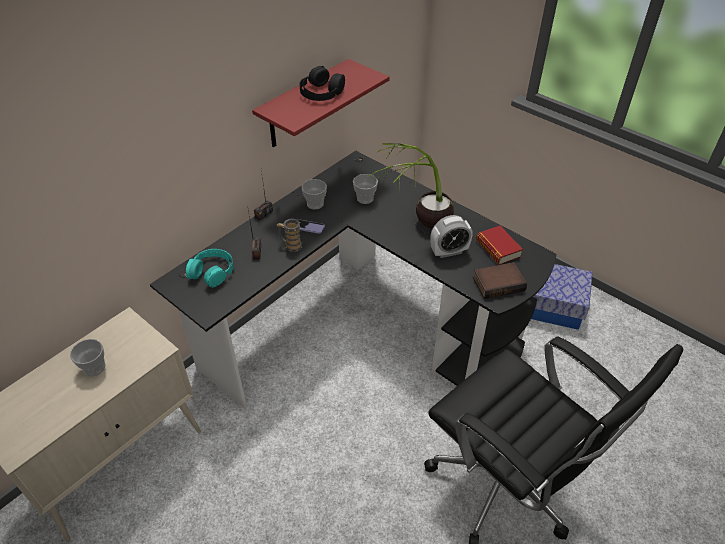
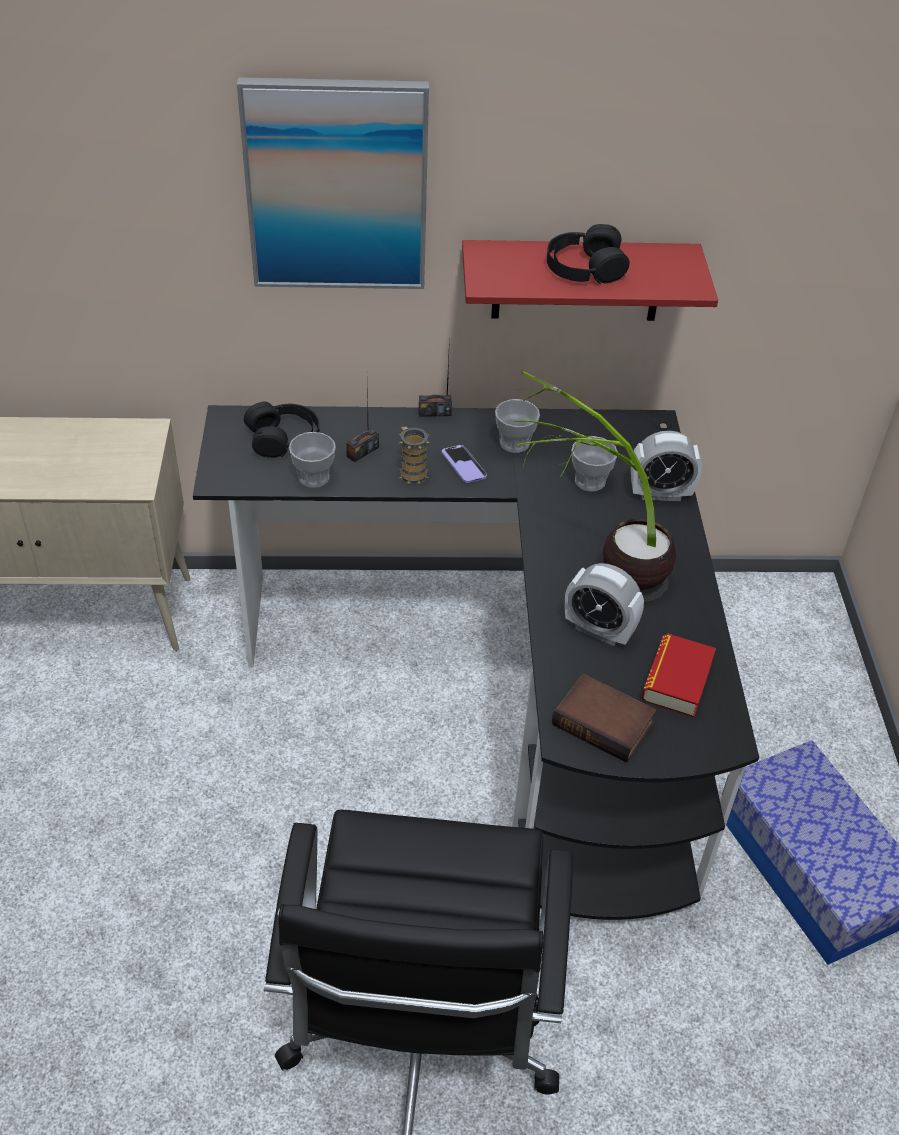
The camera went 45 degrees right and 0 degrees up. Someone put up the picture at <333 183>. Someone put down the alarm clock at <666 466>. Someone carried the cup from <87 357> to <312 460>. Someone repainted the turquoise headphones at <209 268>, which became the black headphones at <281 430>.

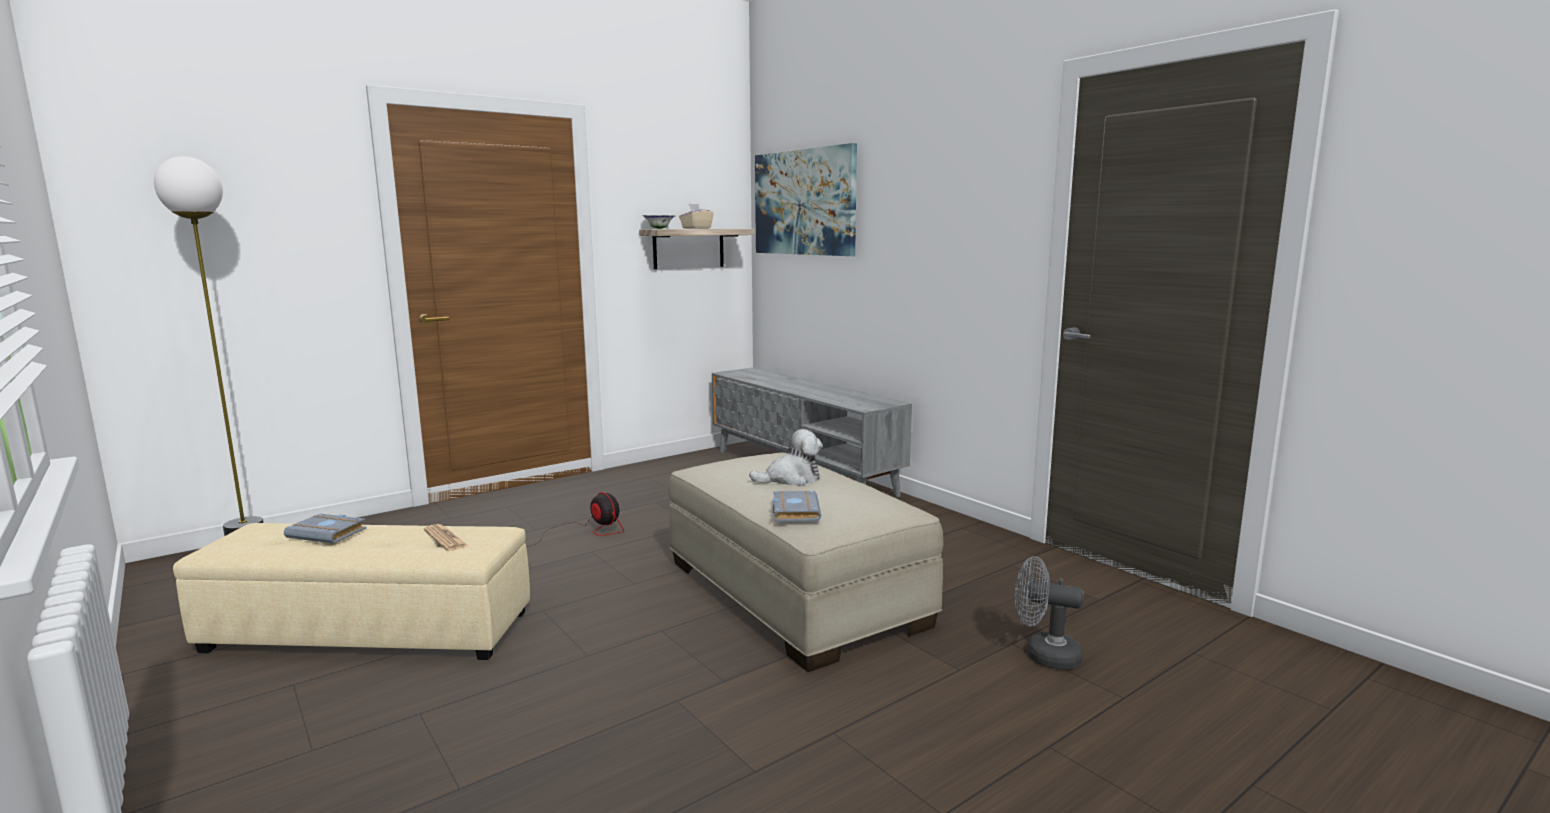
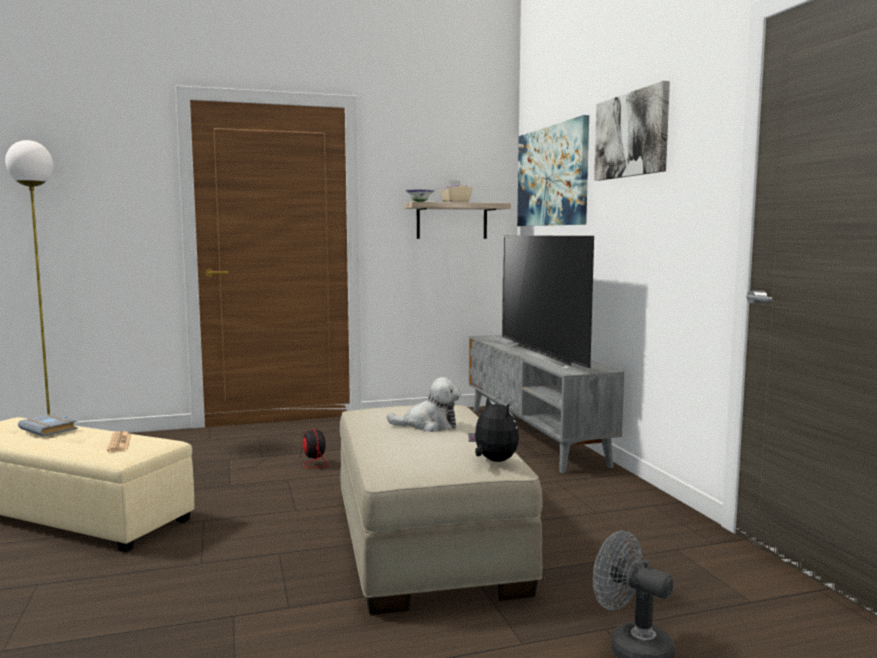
The camera went 20 degrees right and 5 degrees down. Someone took away the grey book at <797 506>. Someone put down the plush toy at <493 429>. Someone put down the television at <548 302>. Someone put up the picture at <632 131>.

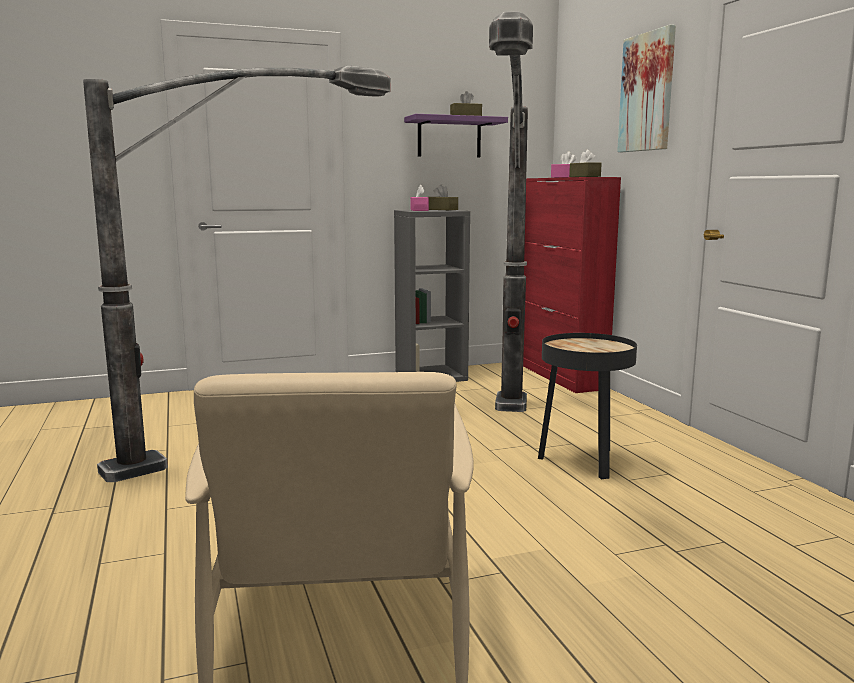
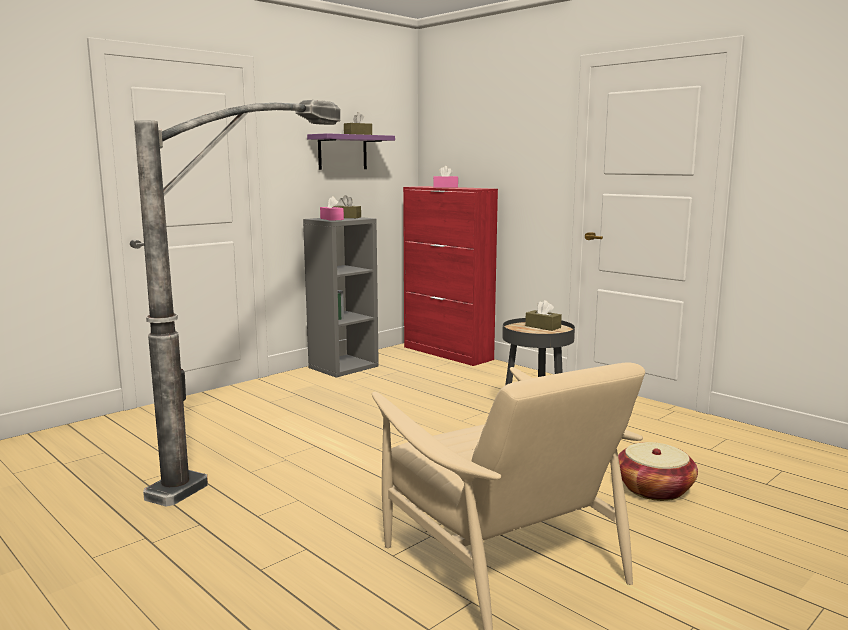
The camera went 25 degrees left and 0 degrees up. Someone took away the floor lamp at <511 211>. Someone took away the picture at <646 88>. Someone put down the basket at <658 471>. Someone carried the brown tissue box from <585 163> to <543 315>.

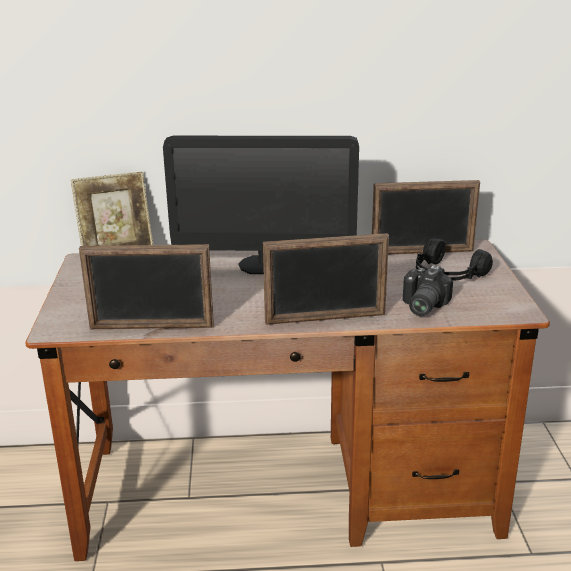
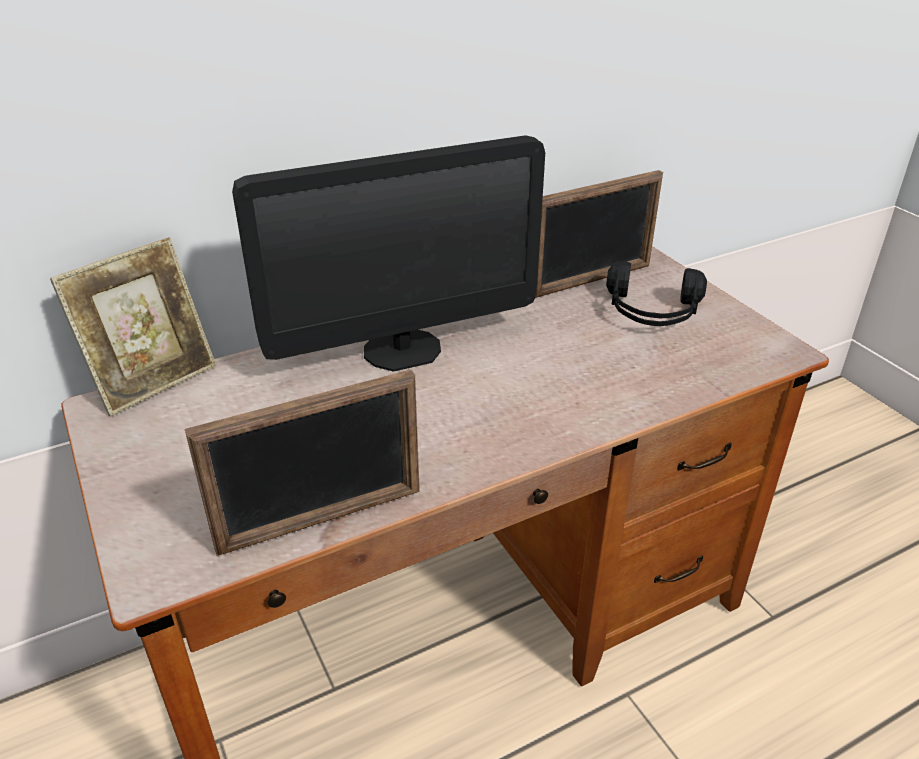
The camera went 25 degrees left and 10 degrees up. Someone took away the picture frame at <326 279>. Someone took away the photo camera at <428 290>.

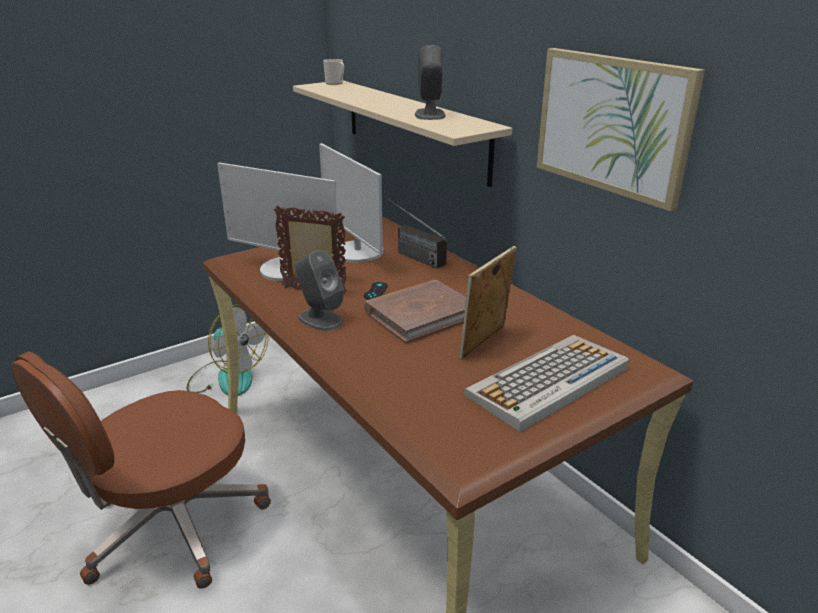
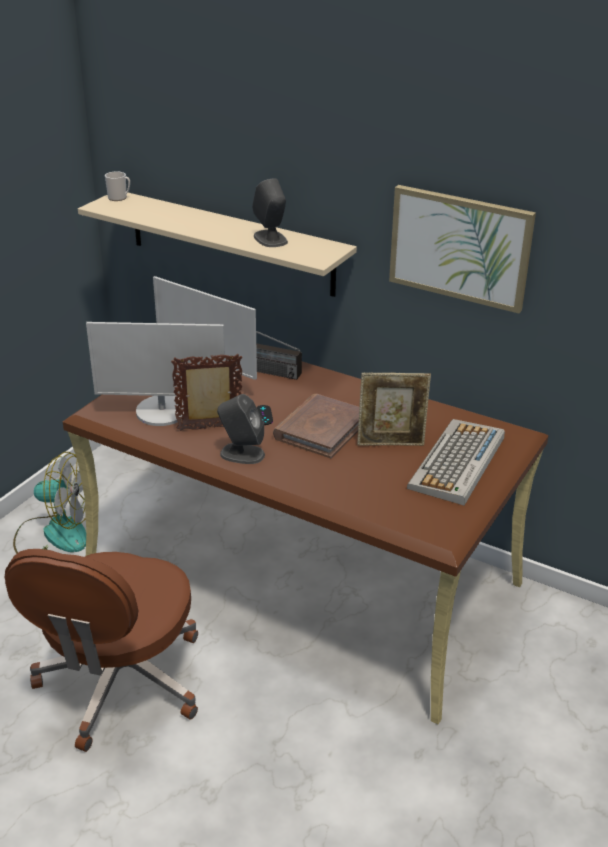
The camera went 25 degrees left and 5 degrees up. Someone rotated the picture frame at <487 303> by 105 degrees counterclockwise.

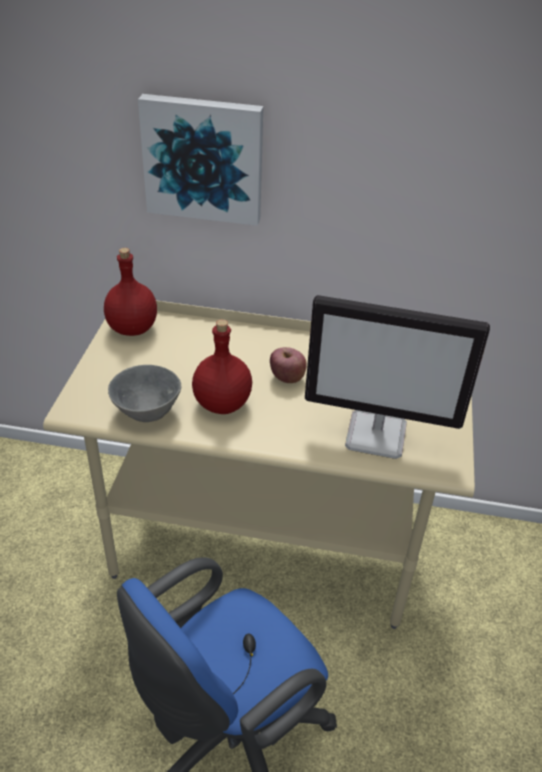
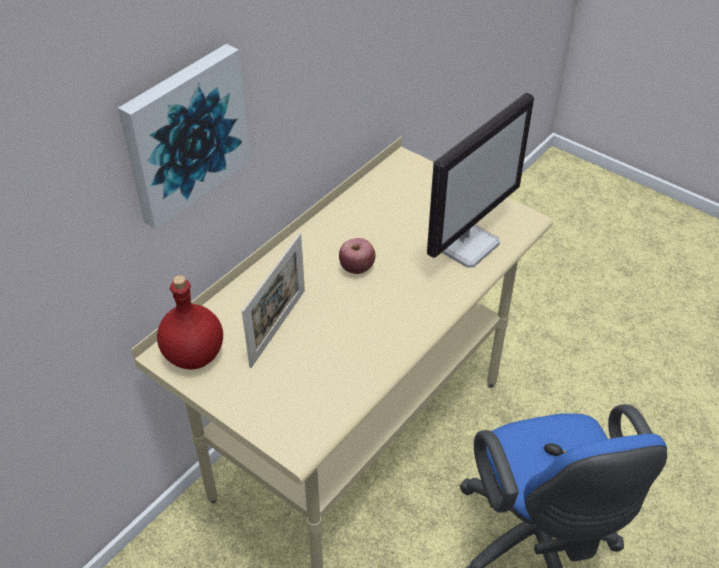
The camera went 60 degrees left and 5 degrees up. Someone took away the grey bowl at <144 393>. Someone took away the red bottle at <222 366>. Someone put down the picture frame at <273 300>.

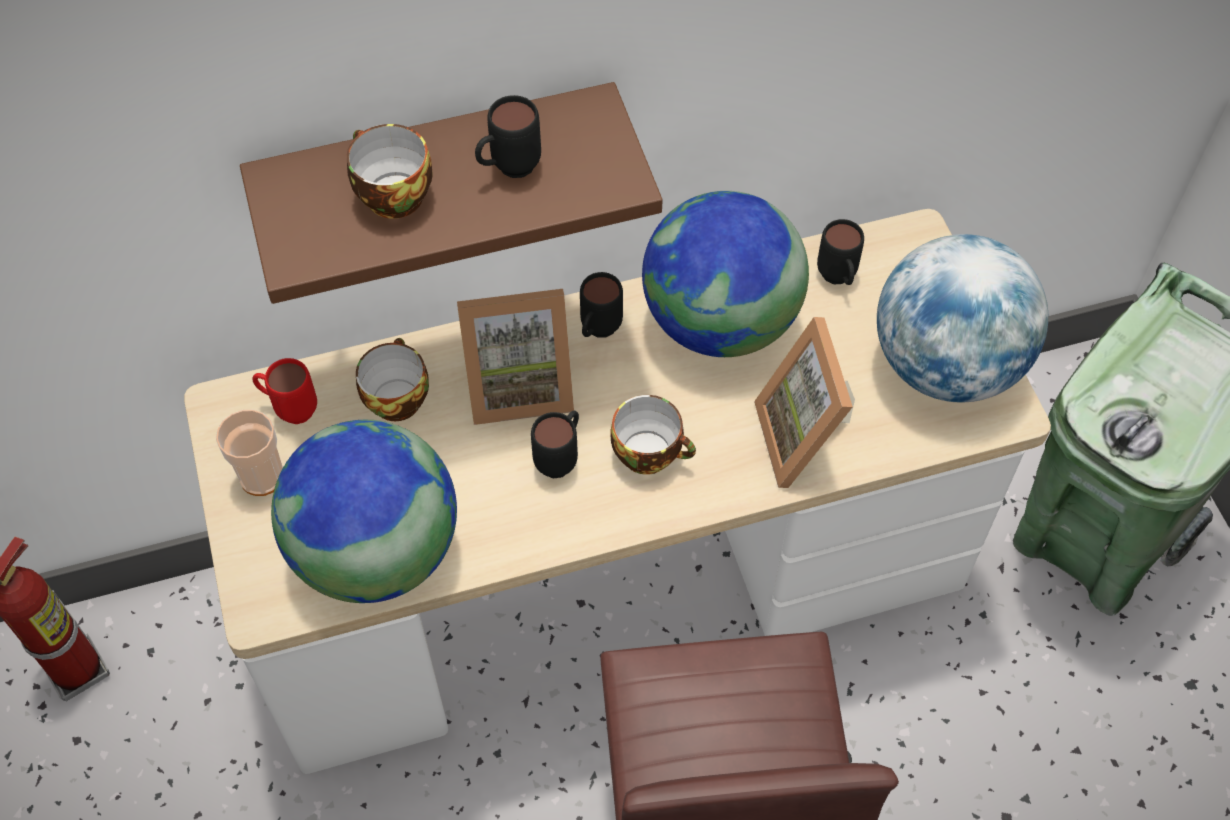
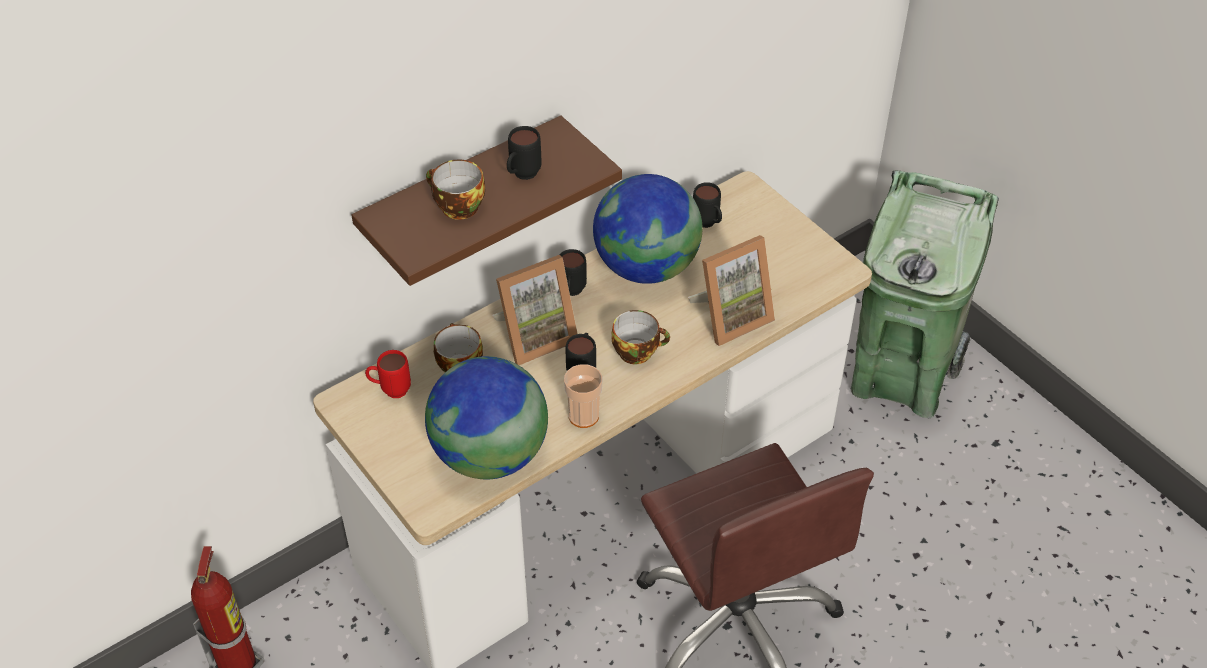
The camera went 20 degrees left and 10 degrees down. Someone took away the globe at <962 318>. Someone carried the cup from <249 453> to <583 396>. Someone rotated the picture frame at <804 402> by 90 degrees counterclockwise.

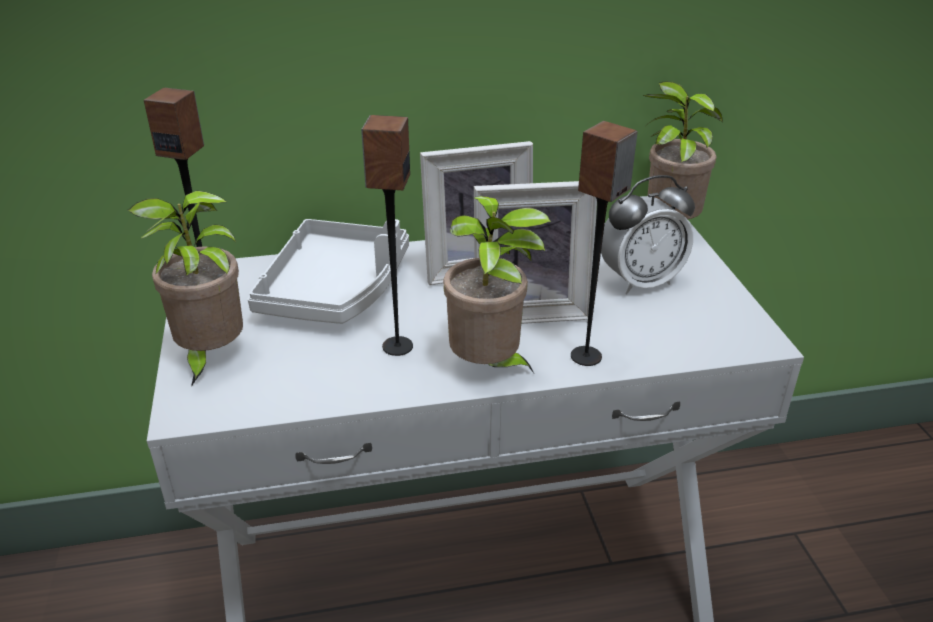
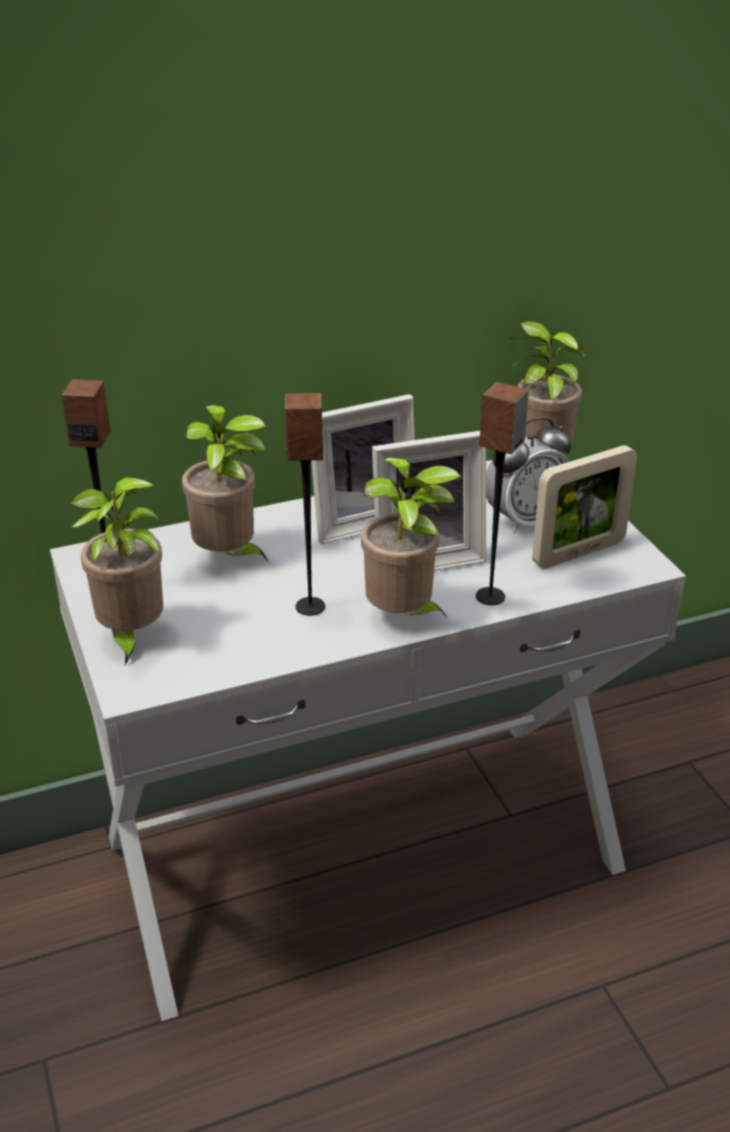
The camera went 10 degrees left and 0 degrees up. Someone put down the picture frame at <584 507>. Someone swapped the grey tray at <328 271> for the potted plant at <225 484>.

